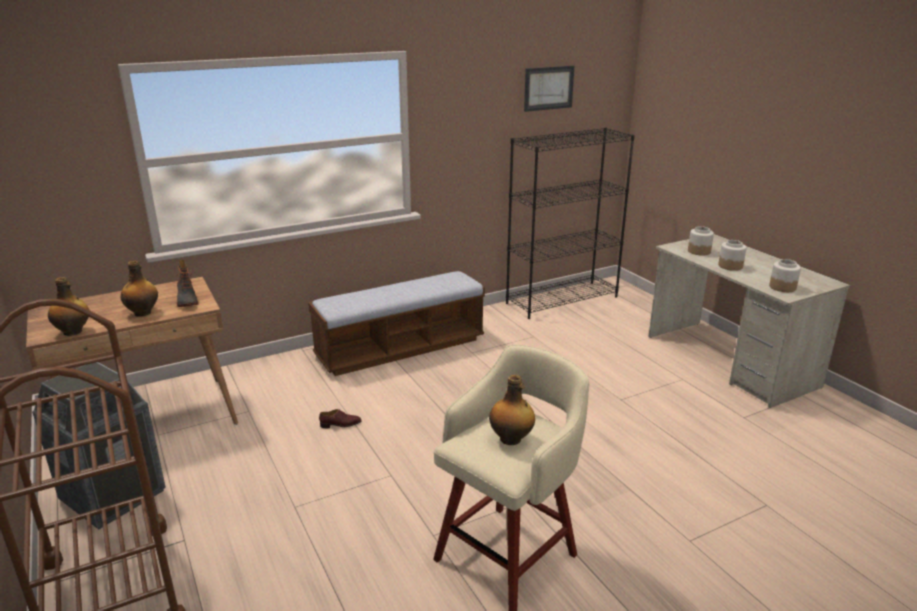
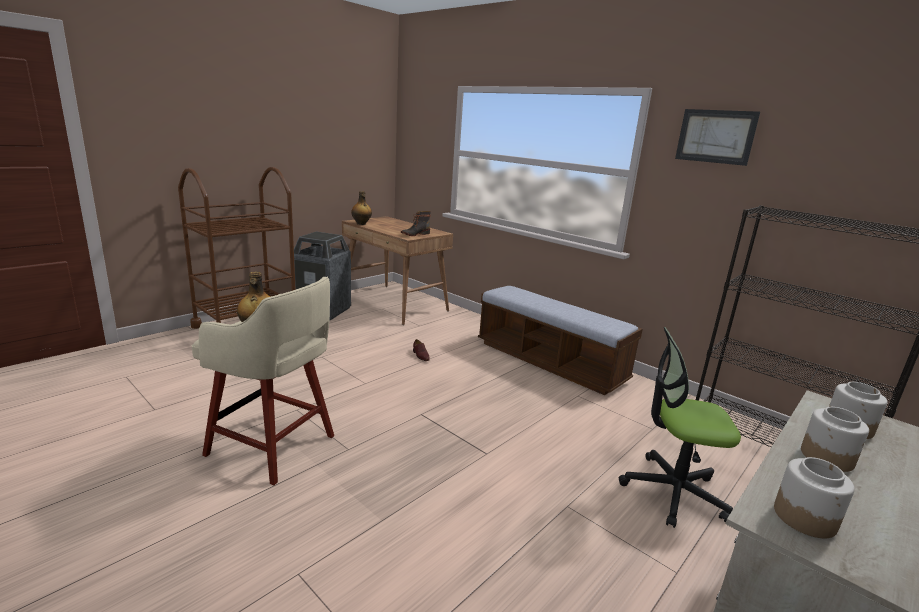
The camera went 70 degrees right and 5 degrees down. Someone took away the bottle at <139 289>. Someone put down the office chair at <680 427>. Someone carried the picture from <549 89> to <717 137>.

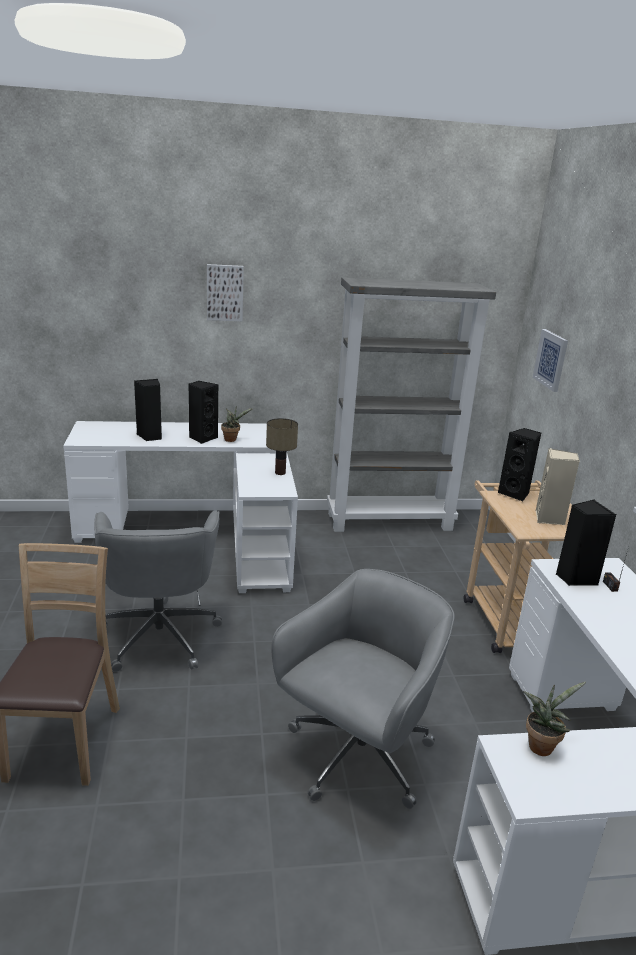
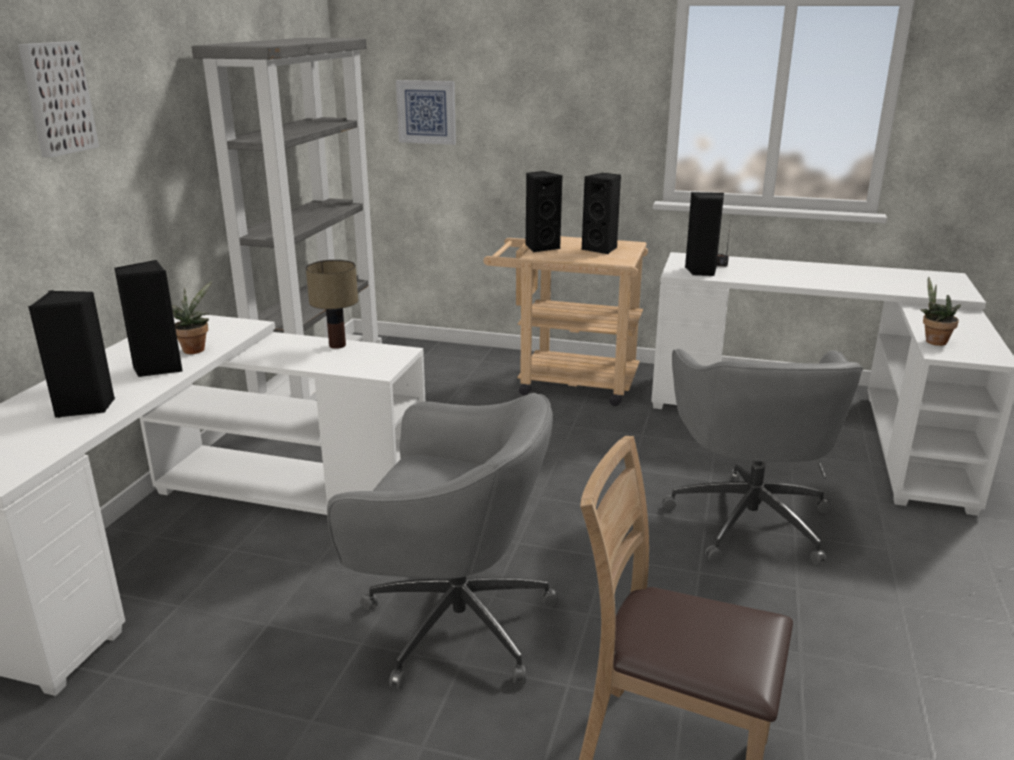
The camera went 65 degrees left and 0 degrees up. Someone repainted the beige speaker at <558 486>, which became the black speaker at <601 213>. Someone rotated the grey office chair at <363 689> by 150 degrees counterclockwise.

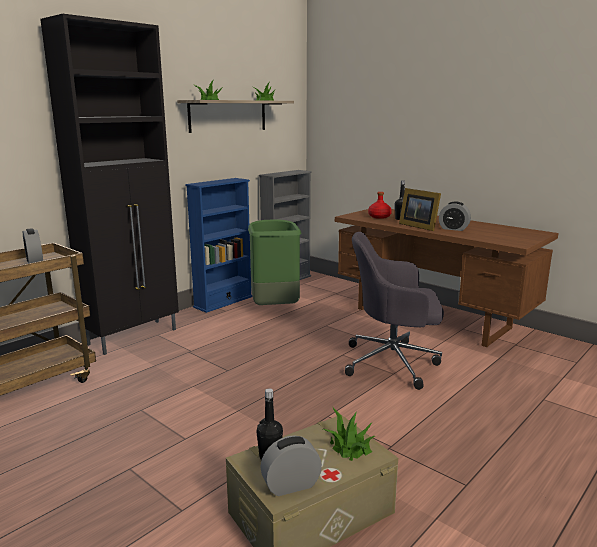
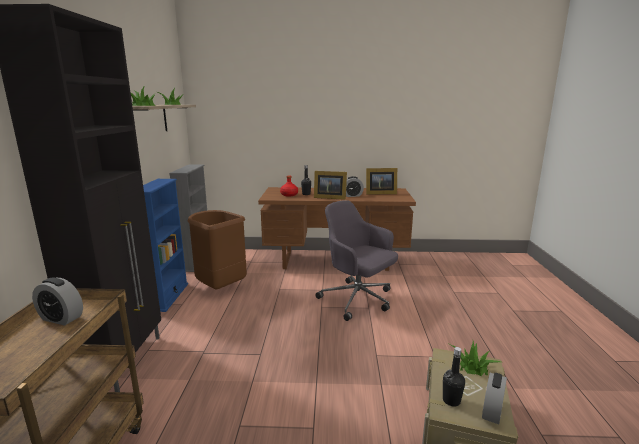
The camera went 40 degrees left and 0 degrees up. Someone put down the picture frame at <381 181>. Someone repainted the green trash can at <275 262>, which became the brown trash can at <217 250>. Someone rotated the grey office chair at <394 311> by 75 degrees clockwise.

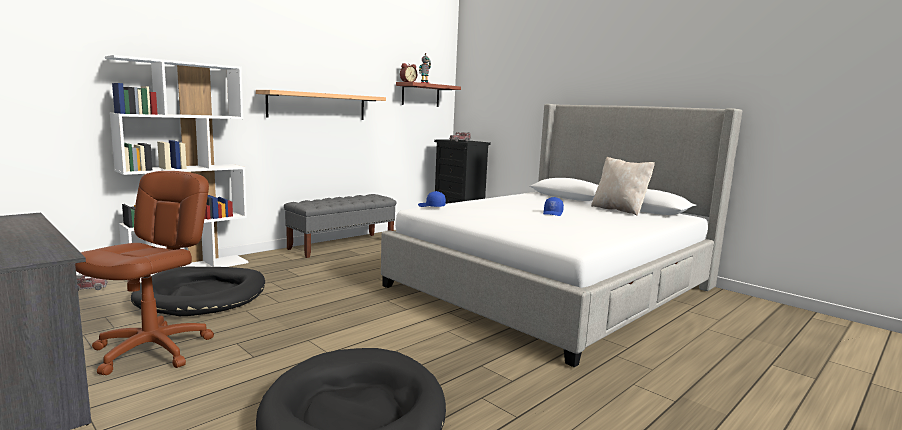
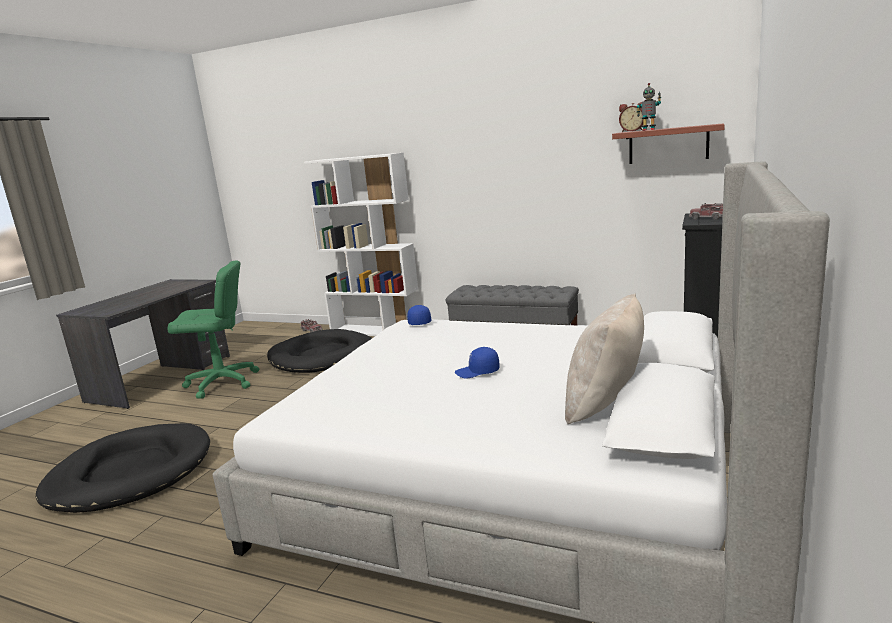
The camera went 70 degrees right and 5 degrees up. Someone took away the shelf at <321 105>. Someone repainted the brown office chair at <144 273>, which became the green office chair at <213 330>.

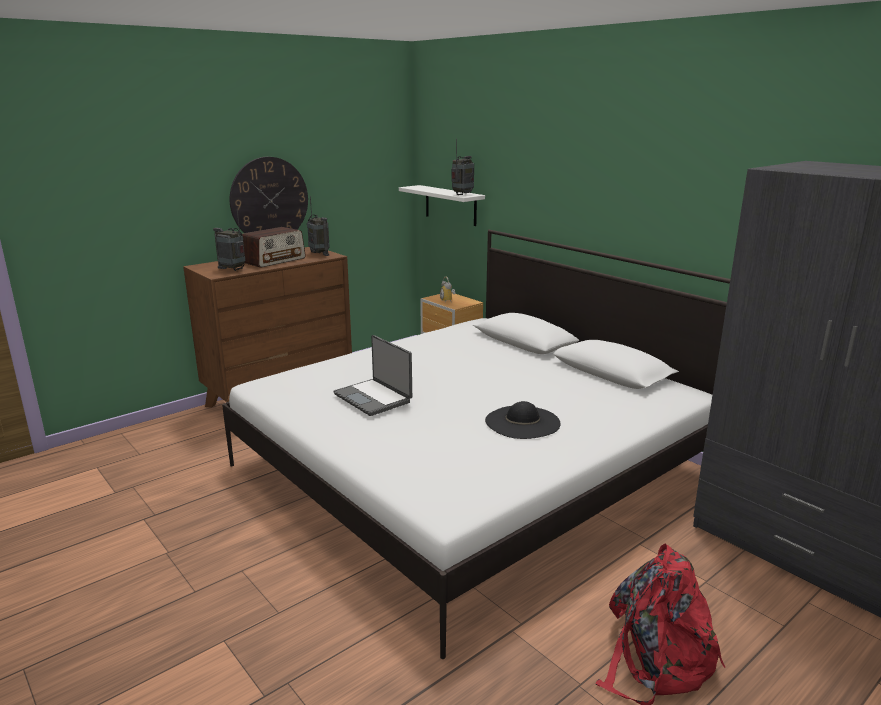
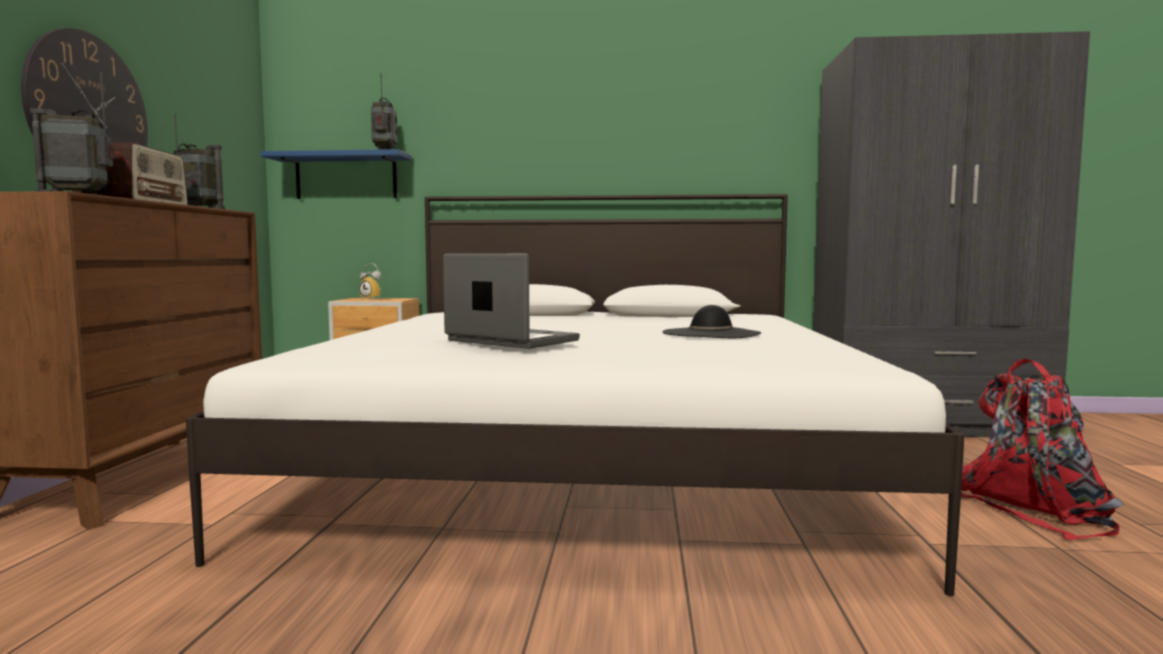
The camera went 45 degrees left and 15 degrees down. Someone repainted the white shelf at <442 205>, which became the blue shelf at <336 174>. Someone rotated the laptop at <372 375> by 150 degrees counterclockwise.

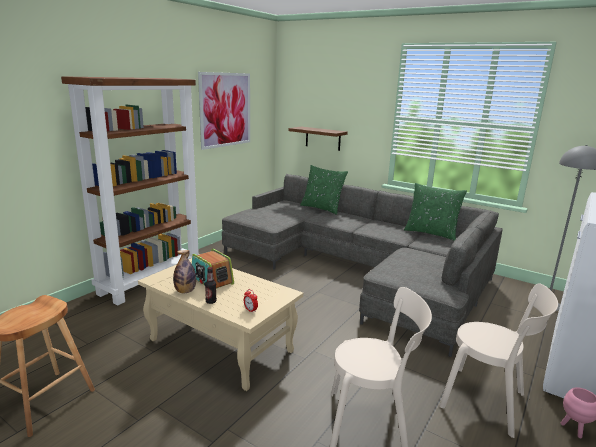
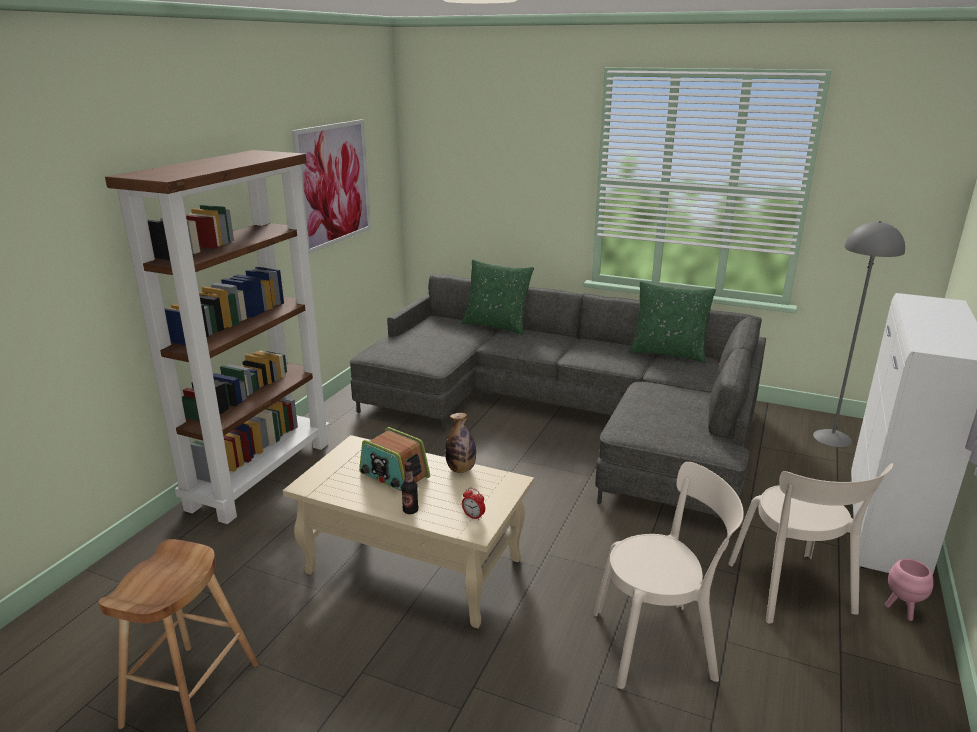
The camera went 10 degrees left and 5 degrees up. Someone took away the brown shelf at <318 139>. Someone carried the bottle from <184 271> to <460 443>. Someone rotated the beige chair at <498 360> by 60 degrees clockwise.

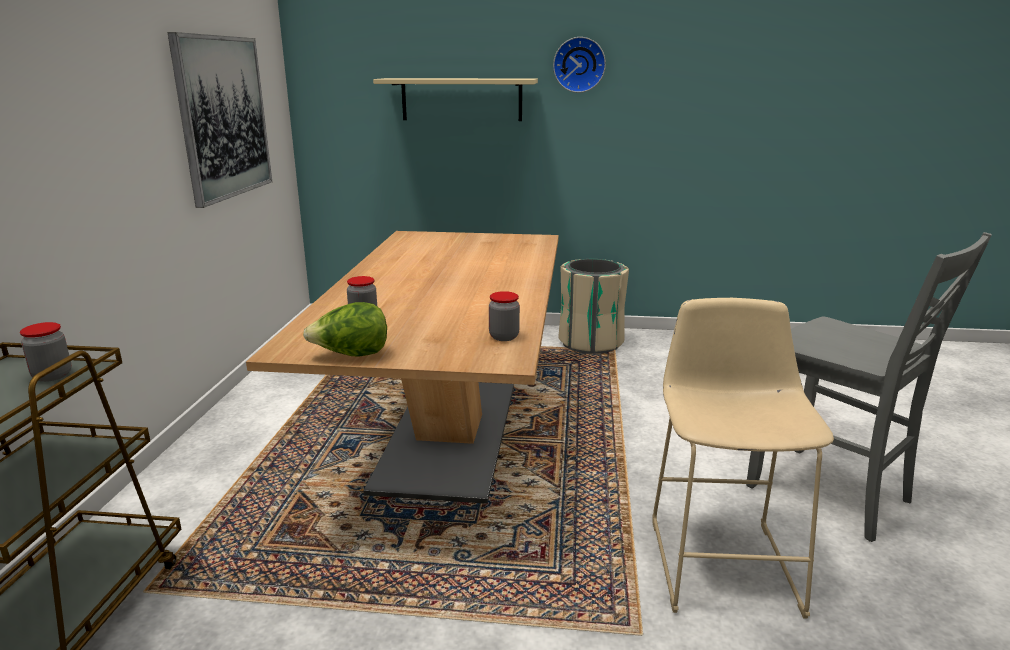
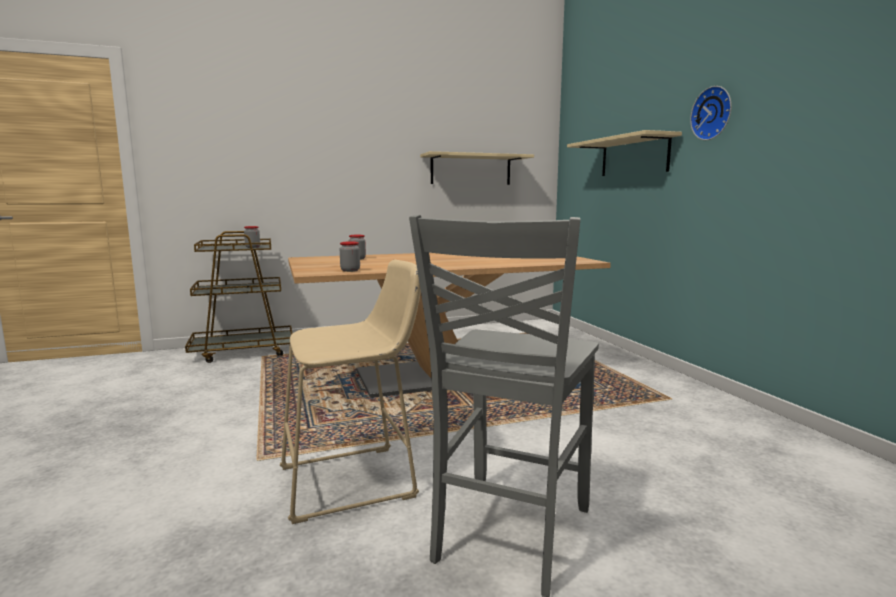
The camera went 65 degrees right and 10 degrees down. Someone took away the lettuce at <345 329>. Someone took away the beige trash can at <593 306>. Someone swapped the picture at <219 120> for the beige shelf at <477 168>.

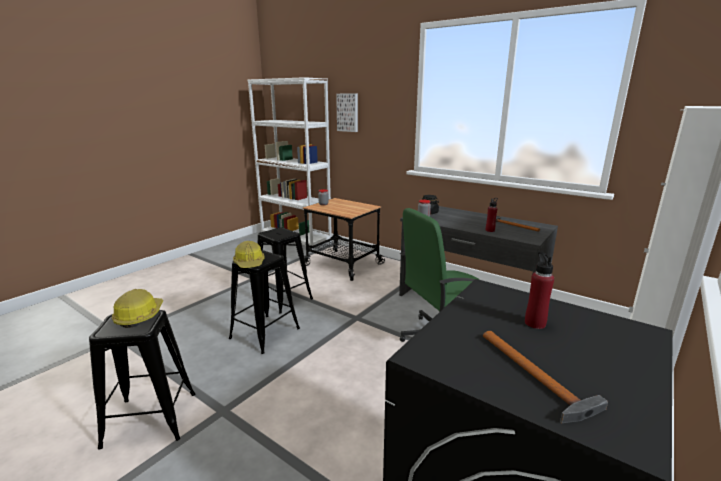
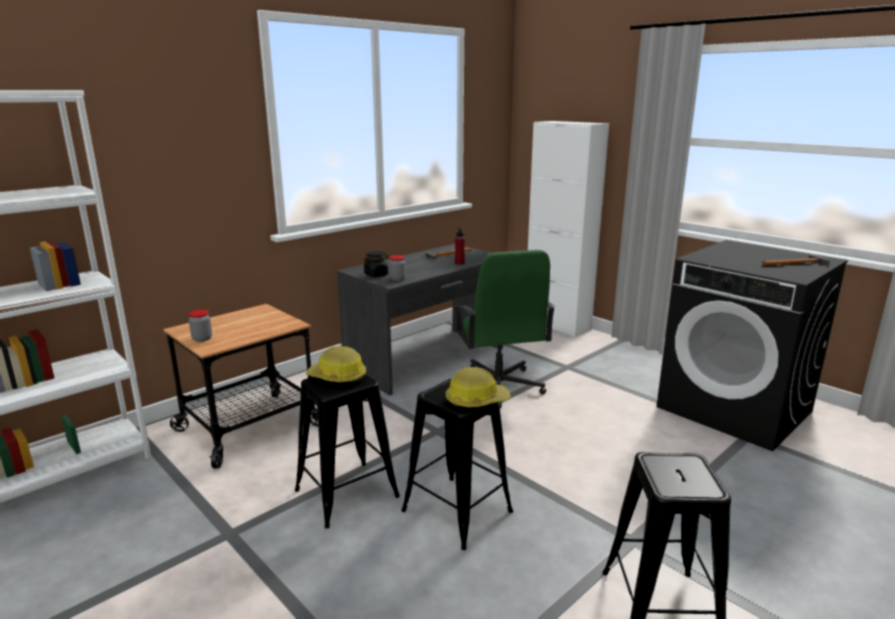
The camera went 80 degrees left and 0 degrees up. Someone took away the picture at <347 113>. Someone took away the red bottle at <539 290>. Someone carried the hard hat from <137 308> to <336 364>.

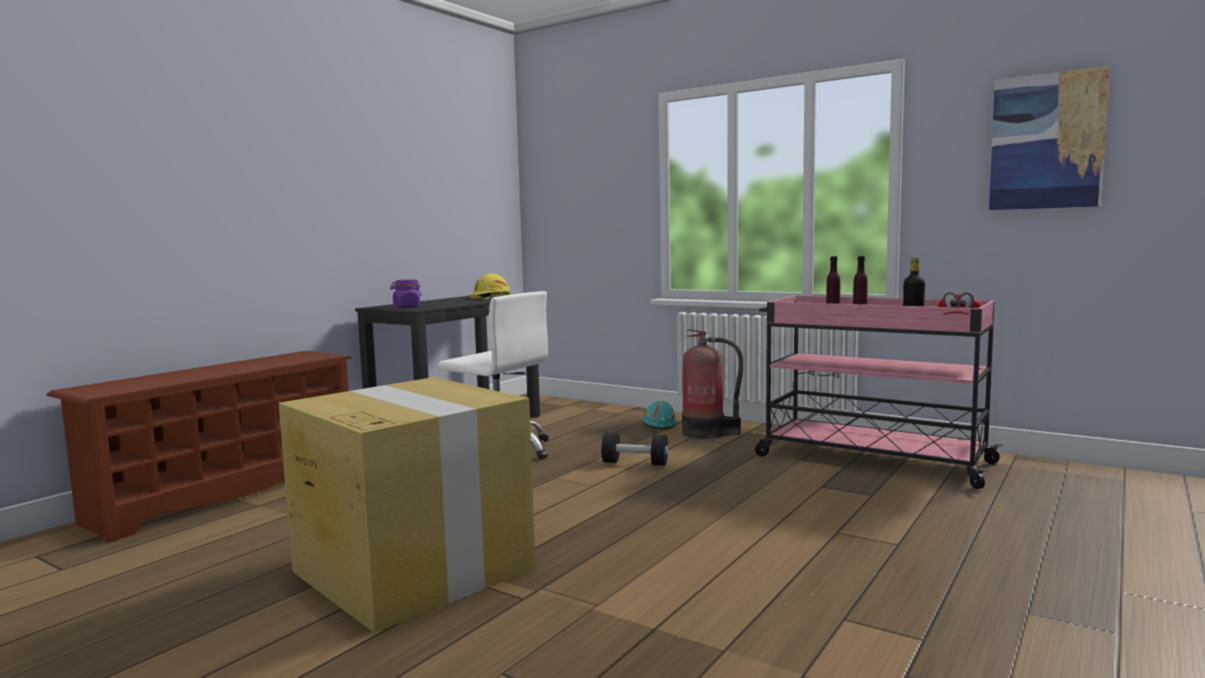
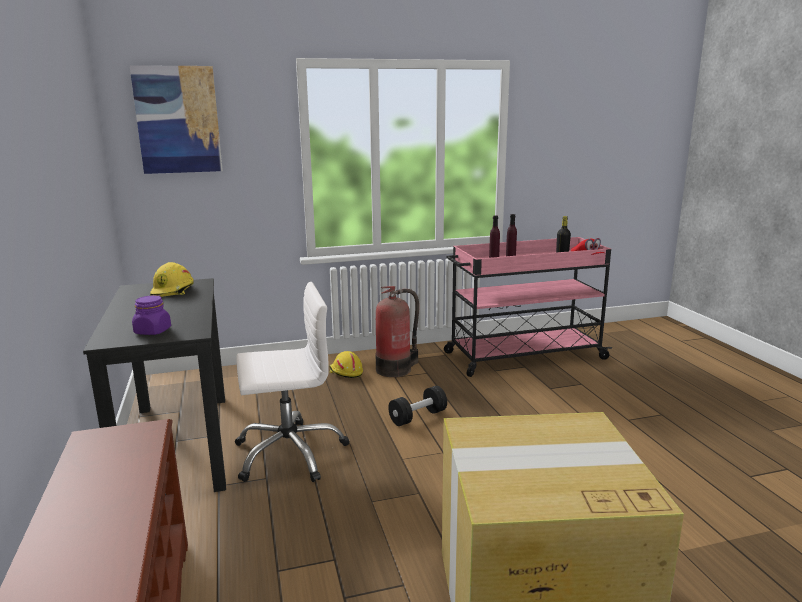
The camera went 50 degrees left and 10 degrees up. Someone carried the picture from <1049 138> to <176 119>. Someone repainted the turquoise hard hat at <659 415>, which became the yellow hard hat at <346 364>.

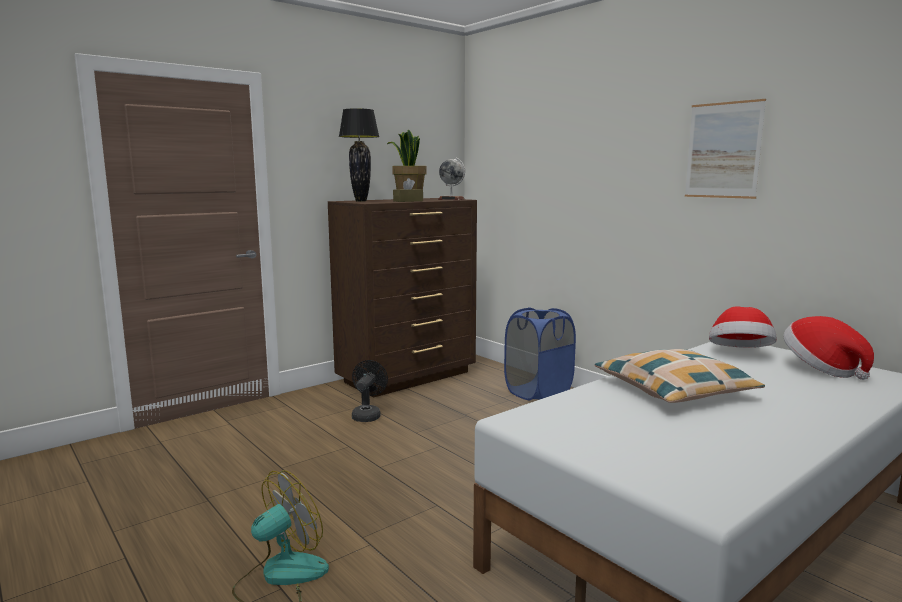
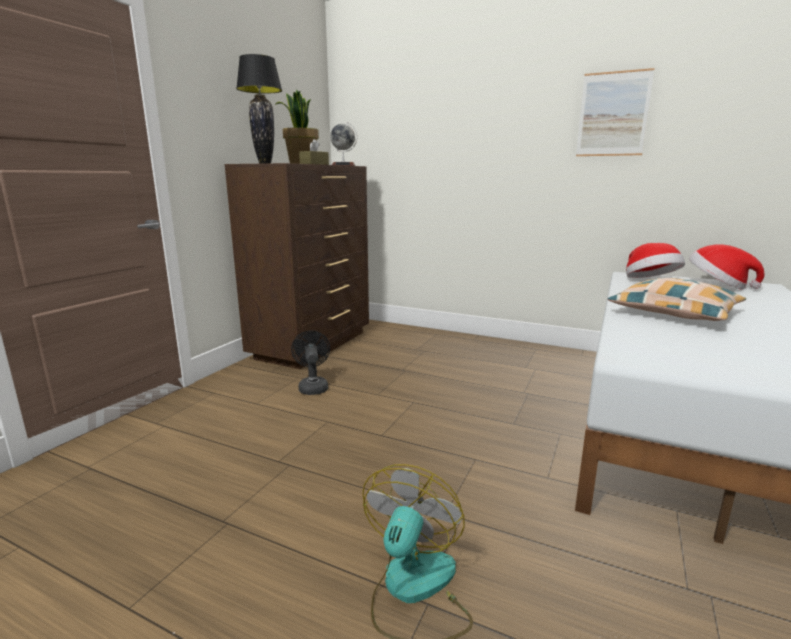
The camera went 25 degrees left and 5 degrees up. Someone took away the blue laundry basket at <540 354>.

